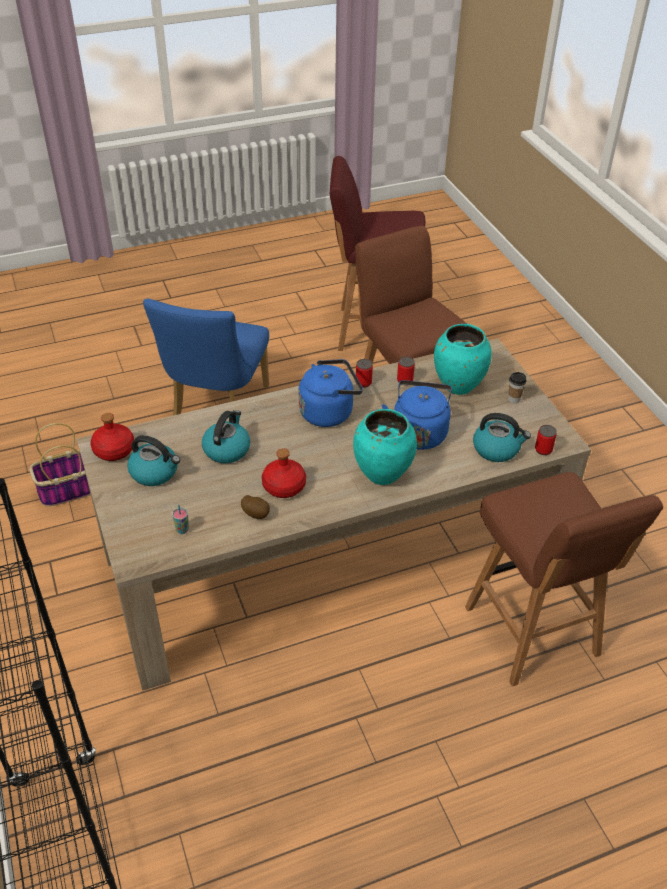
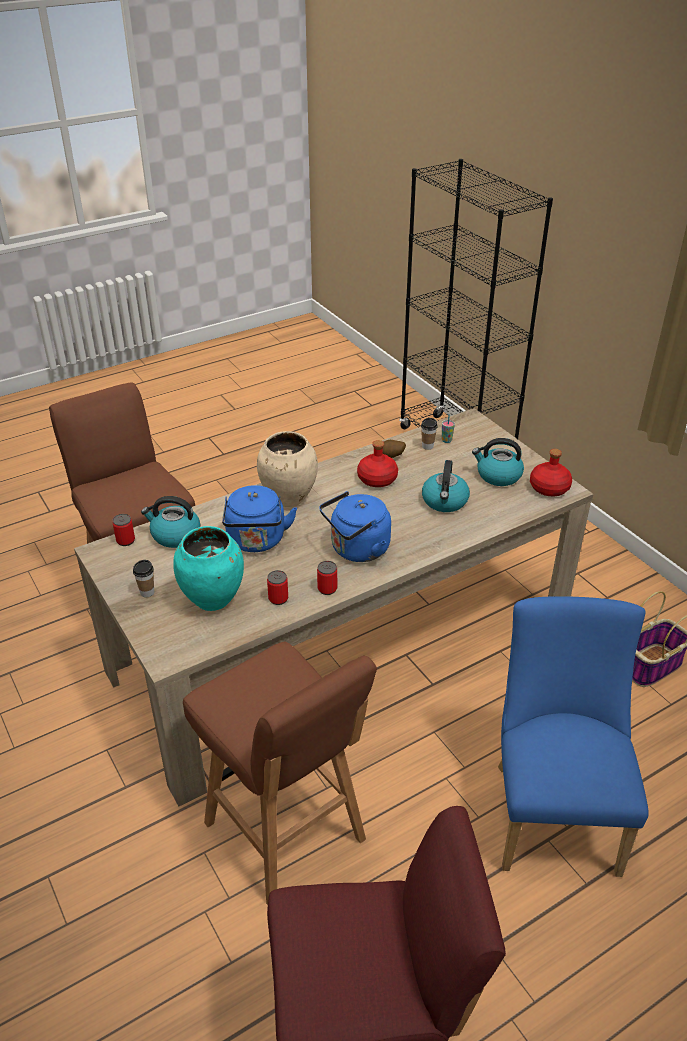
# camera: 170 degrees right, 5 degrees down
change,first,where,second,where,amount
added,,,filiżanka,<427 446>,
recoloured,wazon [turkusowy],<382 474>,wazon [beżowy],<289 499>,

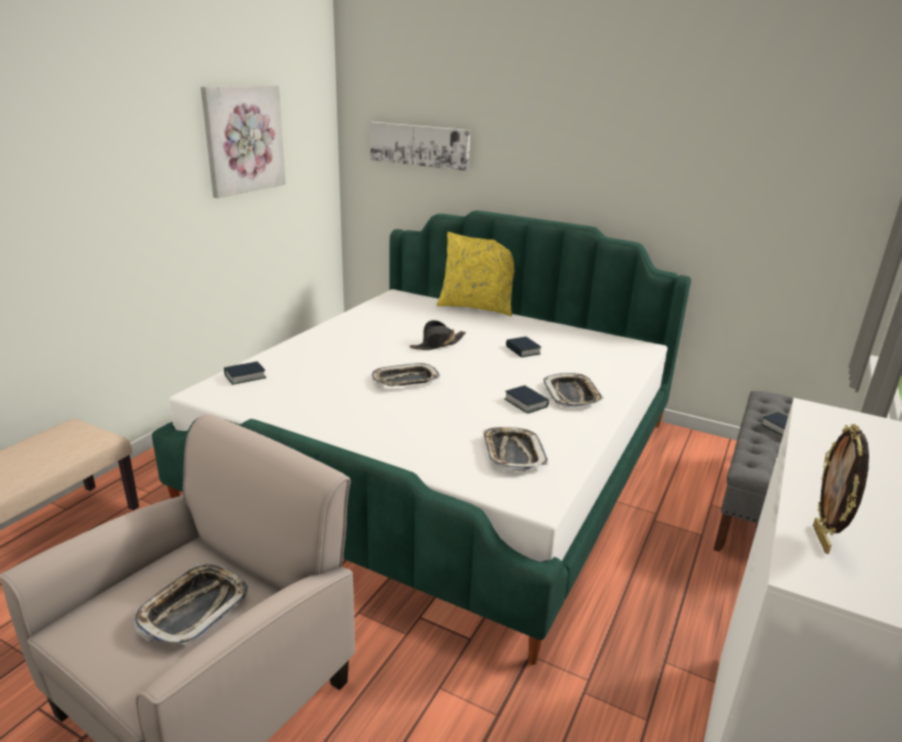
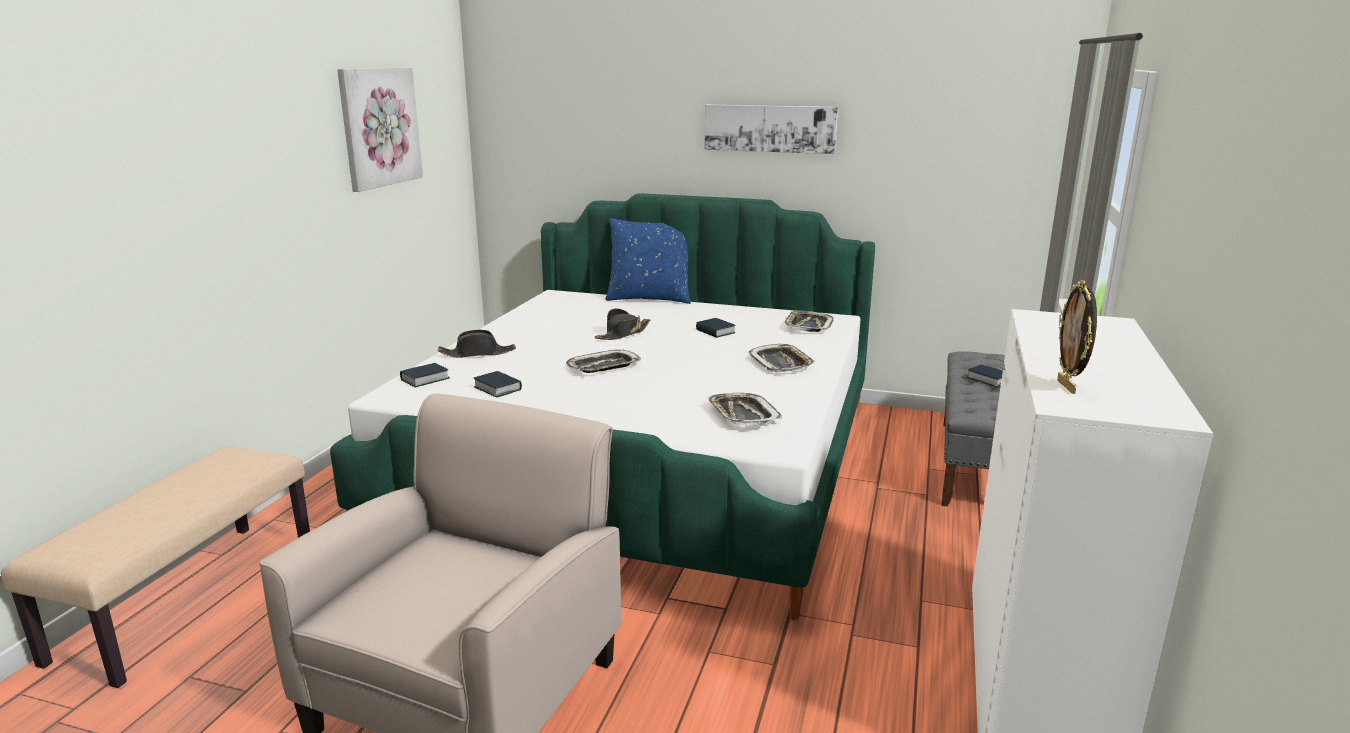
# camera: 10 degrees left, 5 degrees down
change,first,where,second,where,amount
added,,,kapelusz [czarny],<477 353>,
moved,taca,<193 609>,,<808 326>,
moved,obraz,<419 145>,,<770 128>,
moved,książka,<526 403>,,<497 388>,
recoloured,poduszka [żółty],<477 307>,poduszka [niebieski],<649 298>,

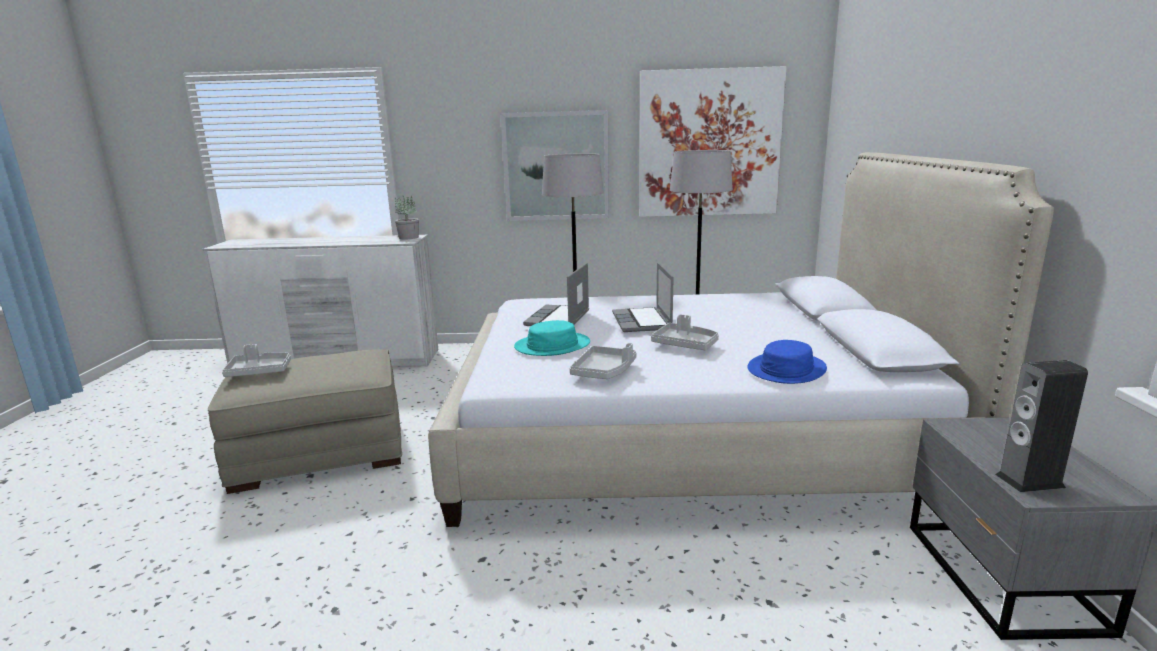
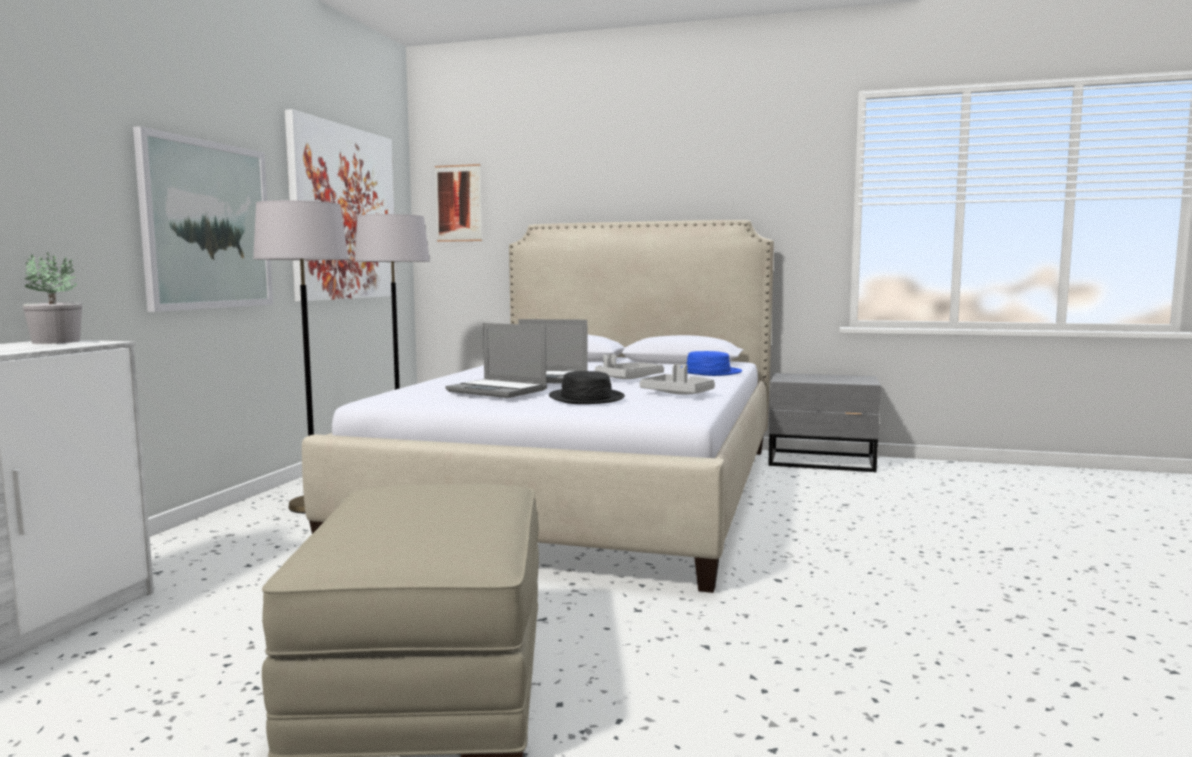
# camera: 75 degrees left, 10 degrees down
change,first,where,second,where,amount
removed,taca [szary],<259 372>,,,
removed,głośnik,<1029 481>,,,
added,,,obraz,<458 203>,
recoloured,kapelusz [turkusowy],<552 345>,kapelusz [czarny],<586 398>,

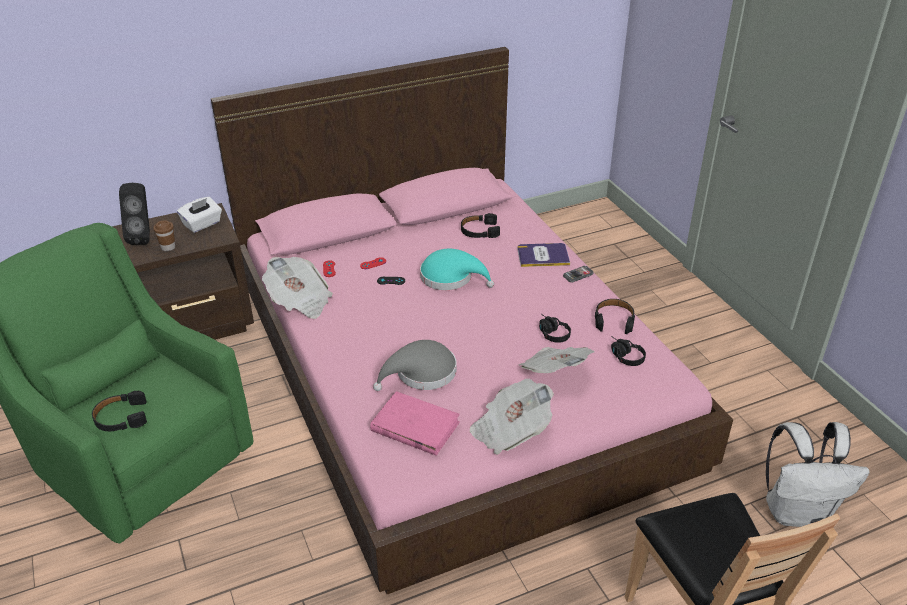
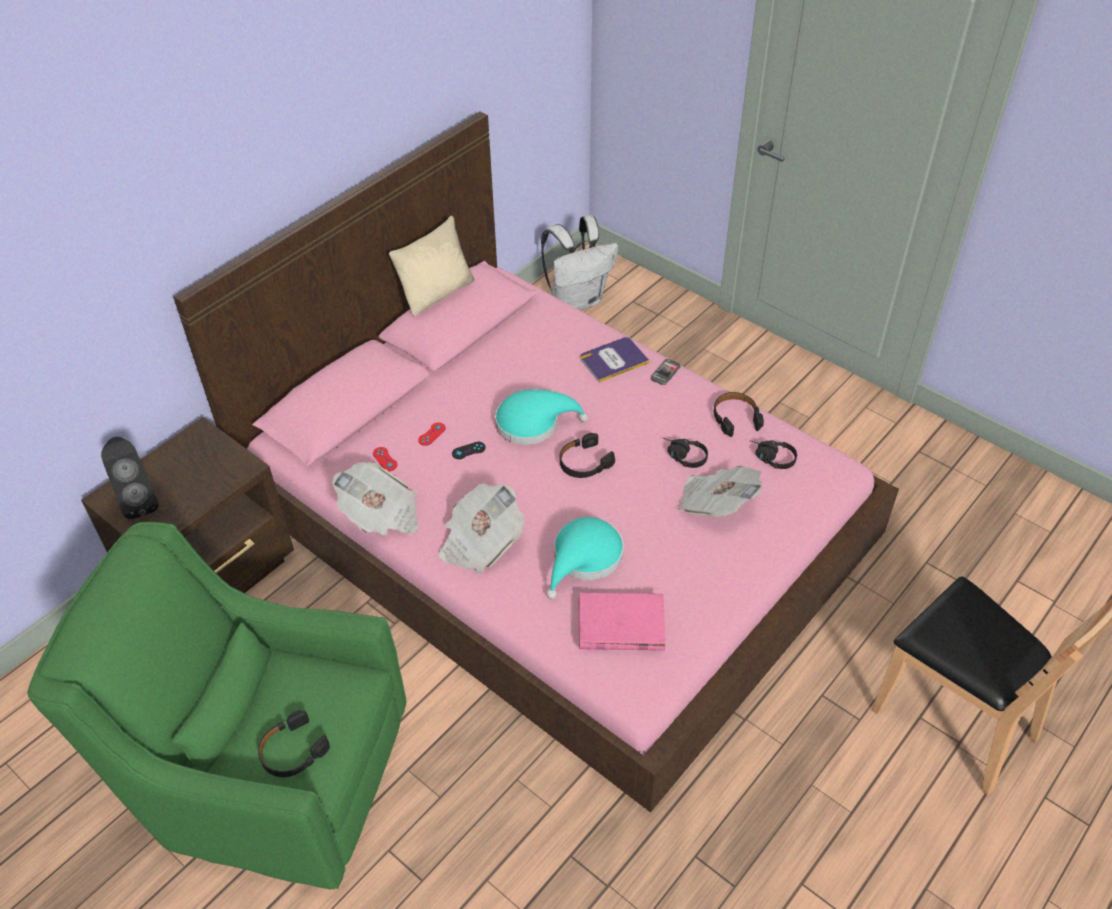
# camera: 25 degrees left, 10 degrees up
change,first,where,second,where,amount
removed,filiżanka [brązowy],<168 247>,,,
removed,pudełko chusteczek [biały],<202 224>,,,
added,,,poduszka [beżowy],<437 293>,
moved,słuchawki [czarny],<479 231>,,<584 462>,
moved,gazeta,<510 431>,,<480 543>,
moved,plecak [biały],<797 511>,,<577 300>,
recoloured,kapelusz [szary],<421 374>,kapelusz [turkusowy],<584 558>,

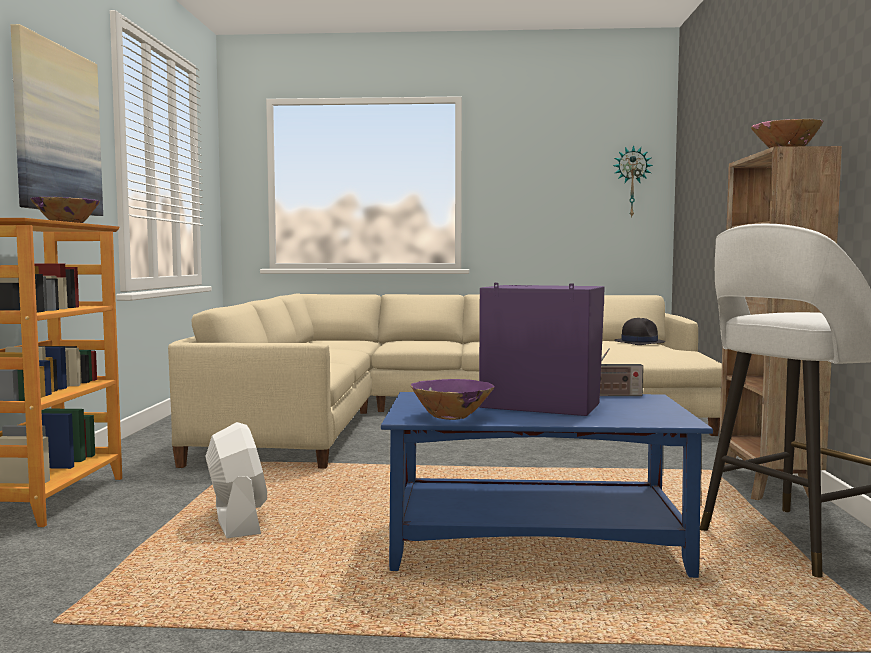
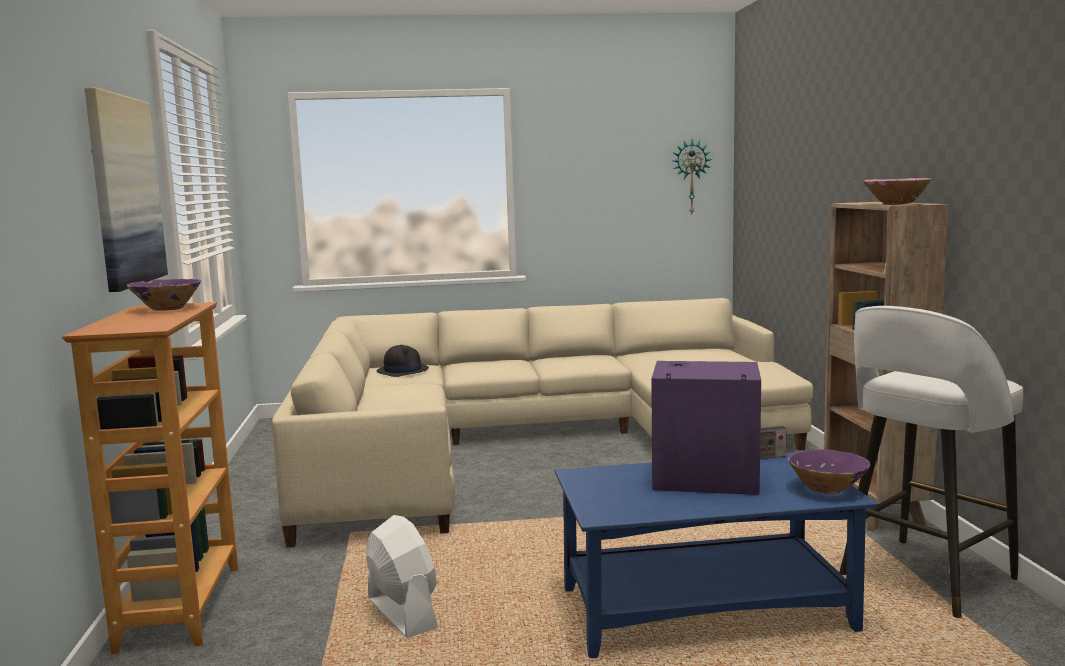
# camera: 10 degrees left, 5 degrees up
change,first,where,second,where,amount
moved,miska [fioletowy],<451 417>,,<827 489>,
moved,kapelusz [czarny],<639 342>,,<402 370>,

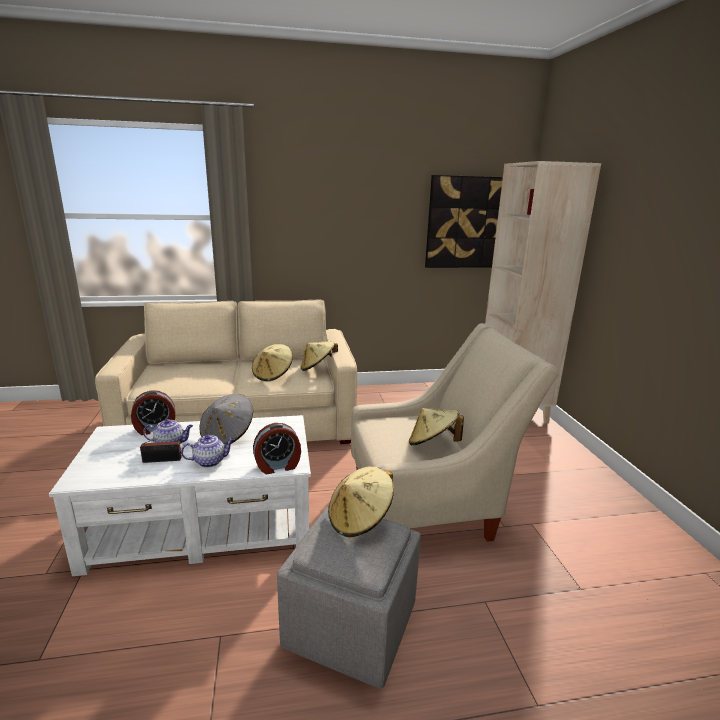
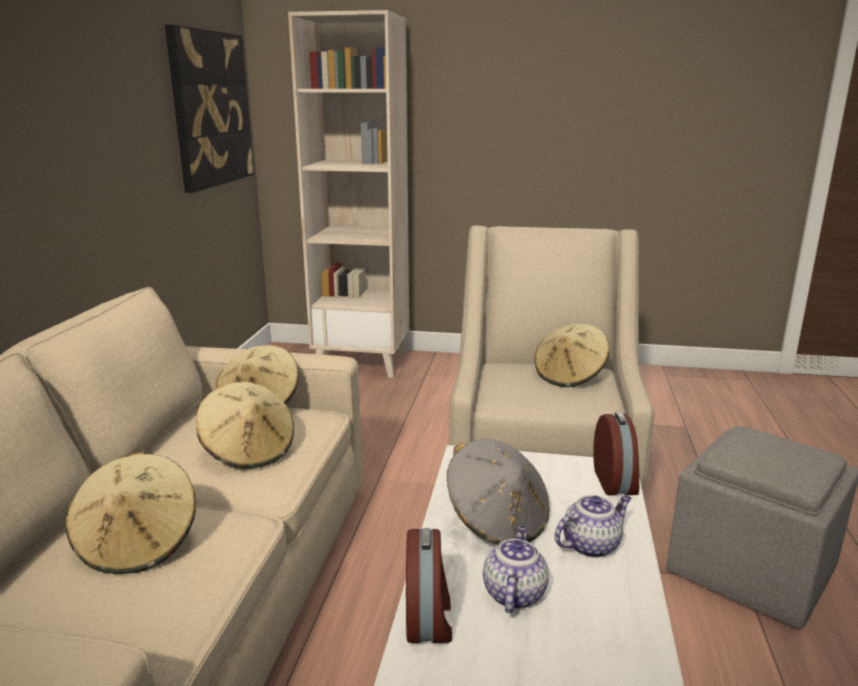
# camera: 70 degrees left, 0 degrees up
change,first,where,second,where,amount
removed,radio,<164 460>,,,
moved,kapelusz [beżowy],<360 519>,,<138 543>,
turned,imbryk,<210 461>,,<591 545>,60 degrees clockwise

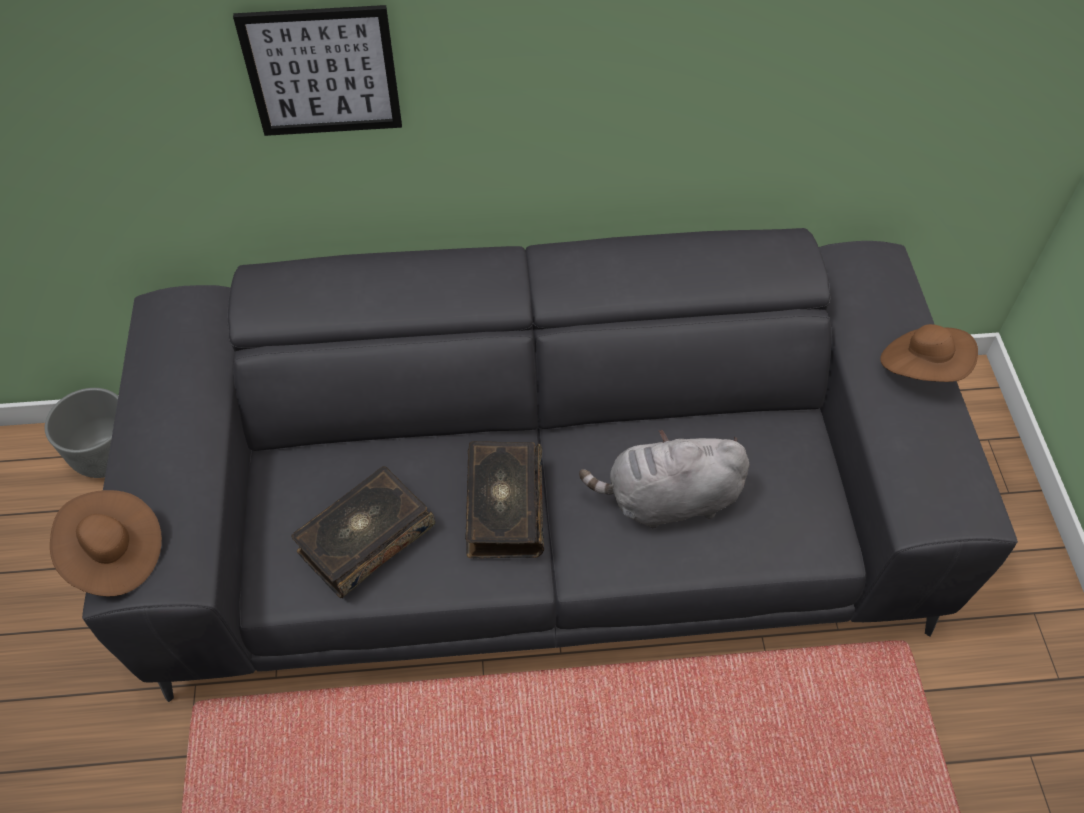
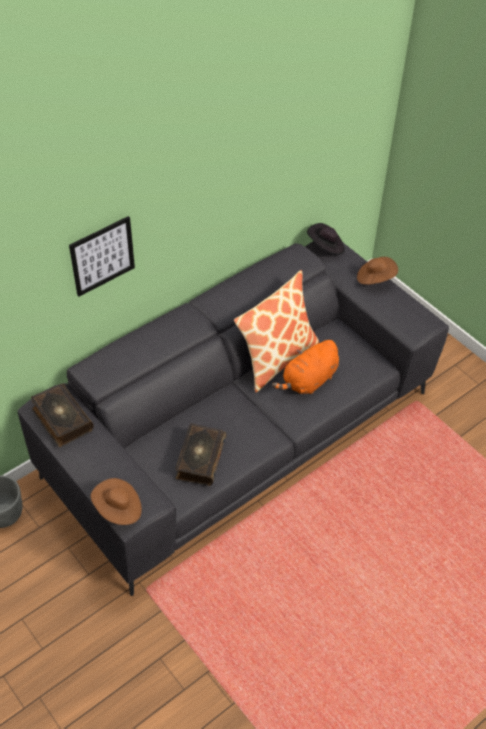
# camera: 35 degrees left, 5 degrees down
change,first,where,second,where,amount
added,,,poduszka,<276 358>,
added,,,kapelusz [czarny],<326 247>,
moved,książka,<503 507>,,<61 420>,
recoloured,pluszak [szary],<667 500>,pluszak [pomarańczowy],<308 381>,

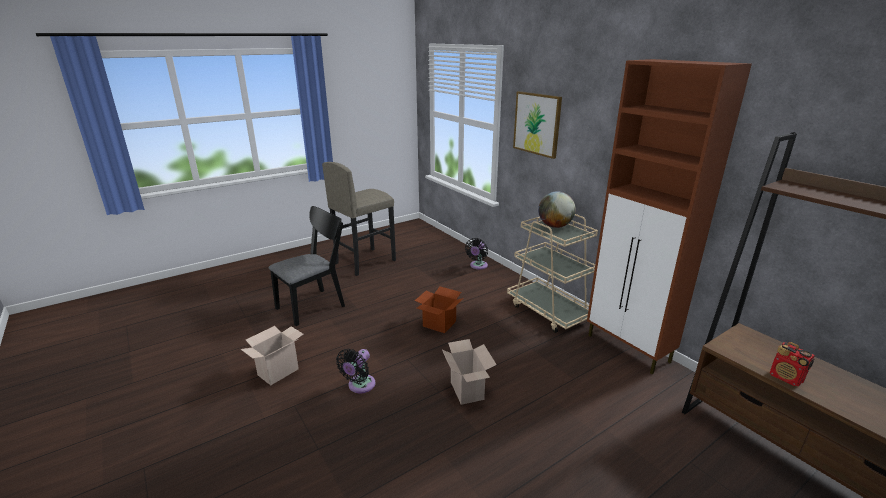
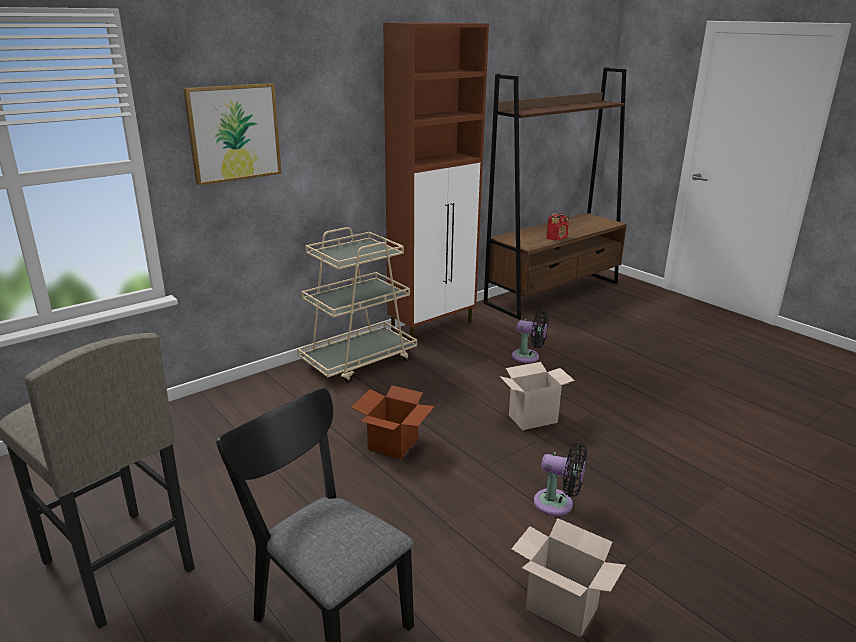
# camera: 95 degrees left, 0 degrees up
change,first,where,second,where,amount
removed,globus,<555 226>,,,
moved,wentylator [czarny],<478 266>,,<528 357>,

